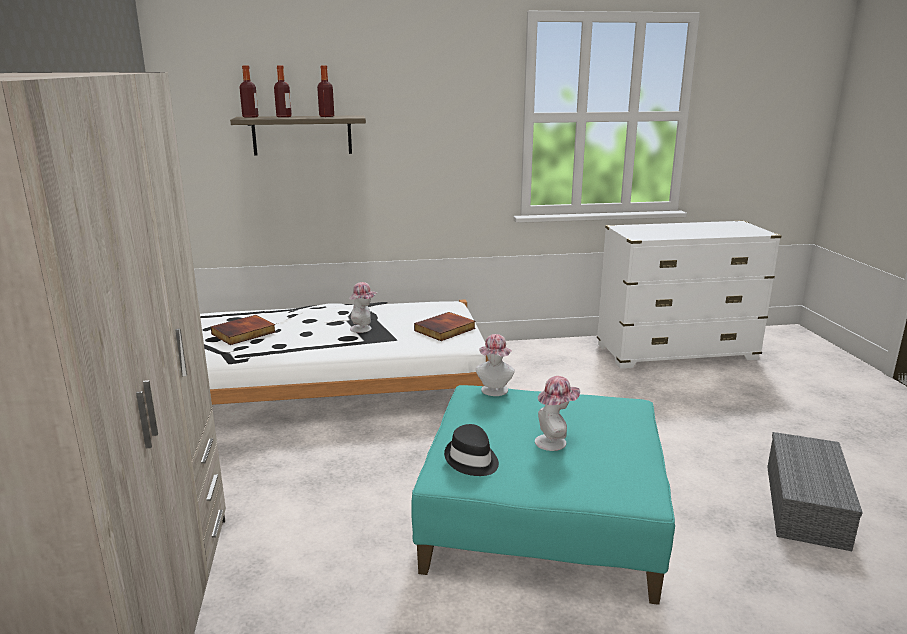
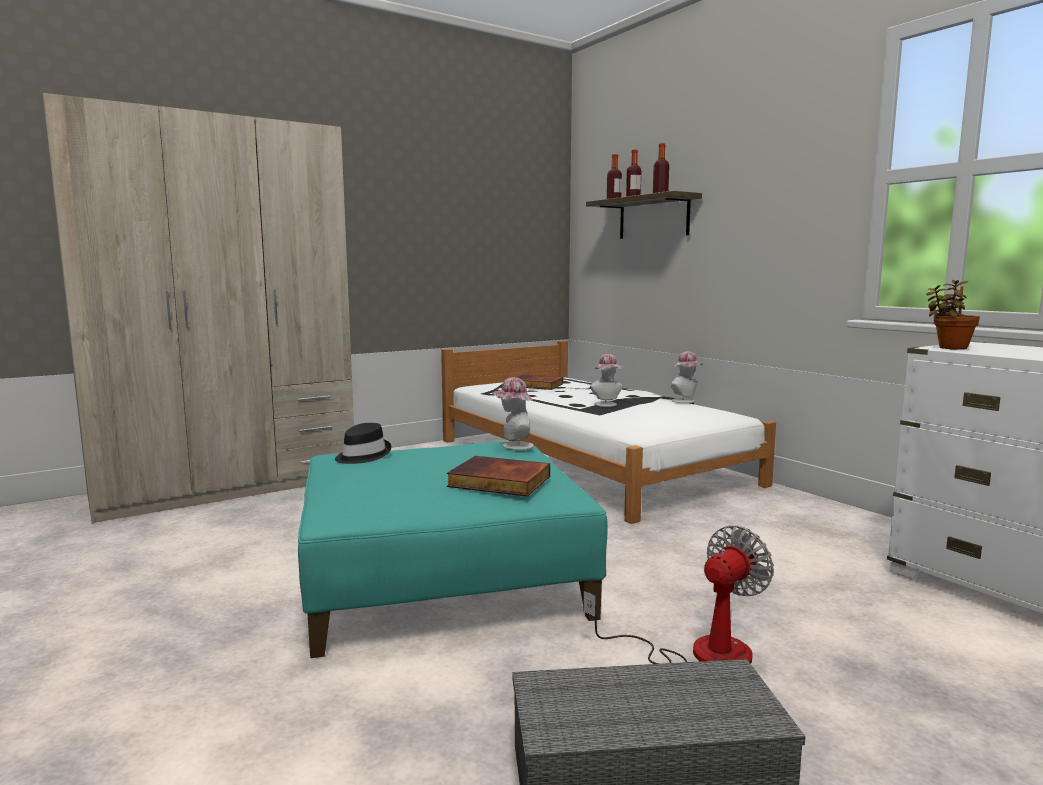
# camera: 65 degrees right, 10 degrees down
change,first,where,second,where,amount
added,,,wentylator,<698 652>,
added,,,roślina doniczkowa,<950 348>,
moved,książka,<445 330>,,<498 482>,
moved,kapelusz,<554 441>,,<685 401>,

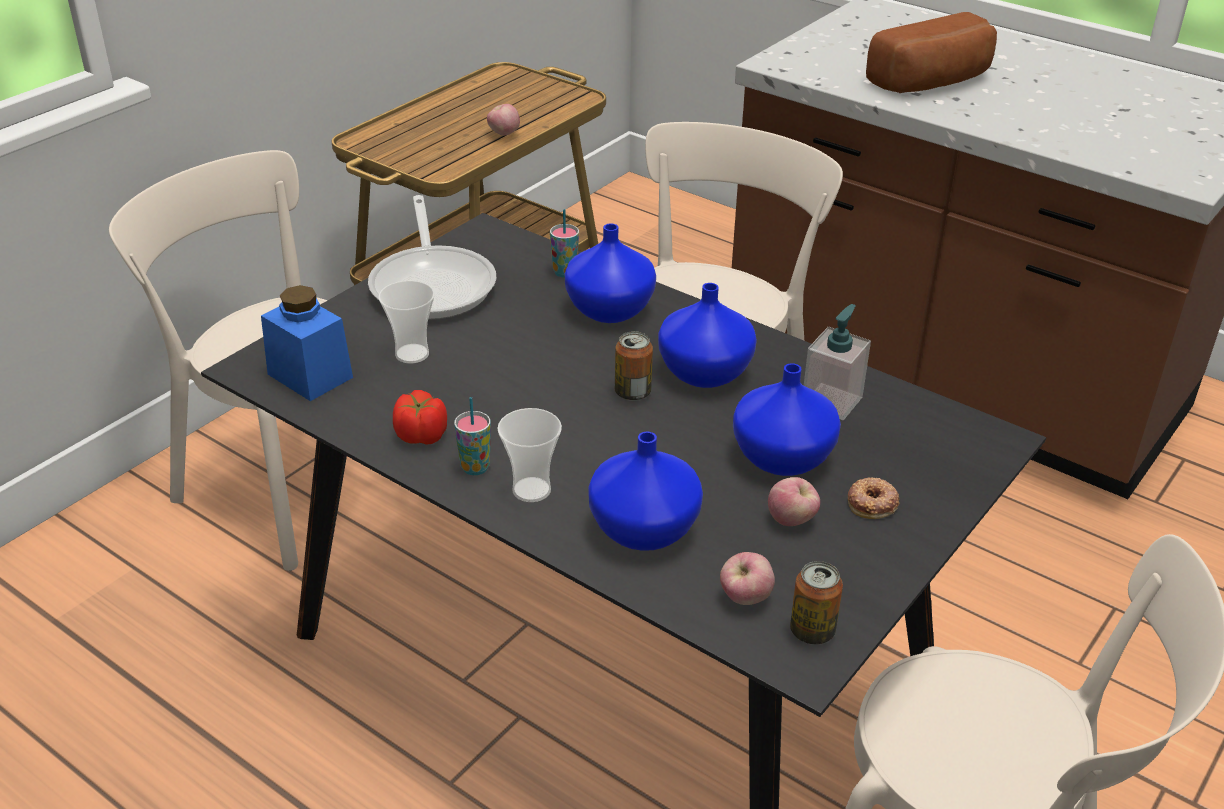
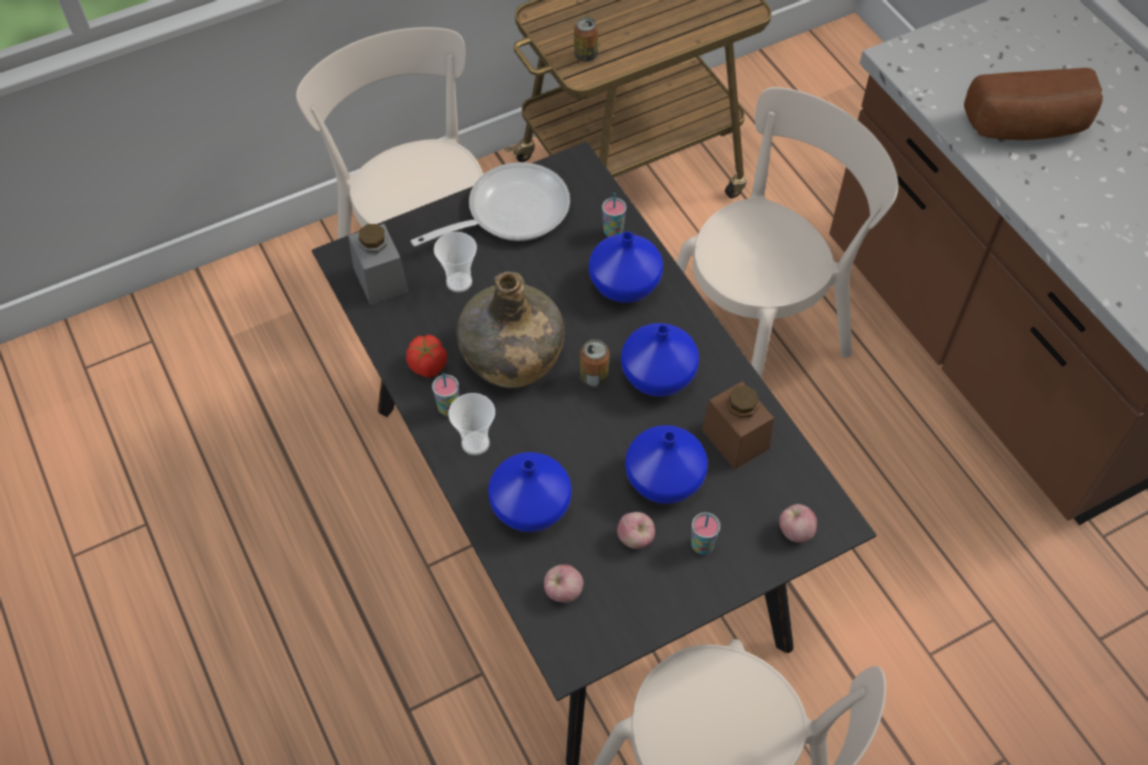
# camera: 25 degrees right, 20 degrees up
change,first,where,second,where,amount
added,,,butelka [zielony],<511 356>,
moved,jabłko,<503 134>,,<795 532>,
moved,puszka,<812 631>,,<585 55>,
replaced,dozownik mydła,<832 401>,słoik [brązowy],<735 439>,
replaced,donut,<872 503>,filiżanka,<702 546>,
recoloured,słoik [niebieski],<310 376>,słoik [szary],<380 279>,
turned,patelnia,<433 284>,,<509 212>,135 degrees counterclockwise

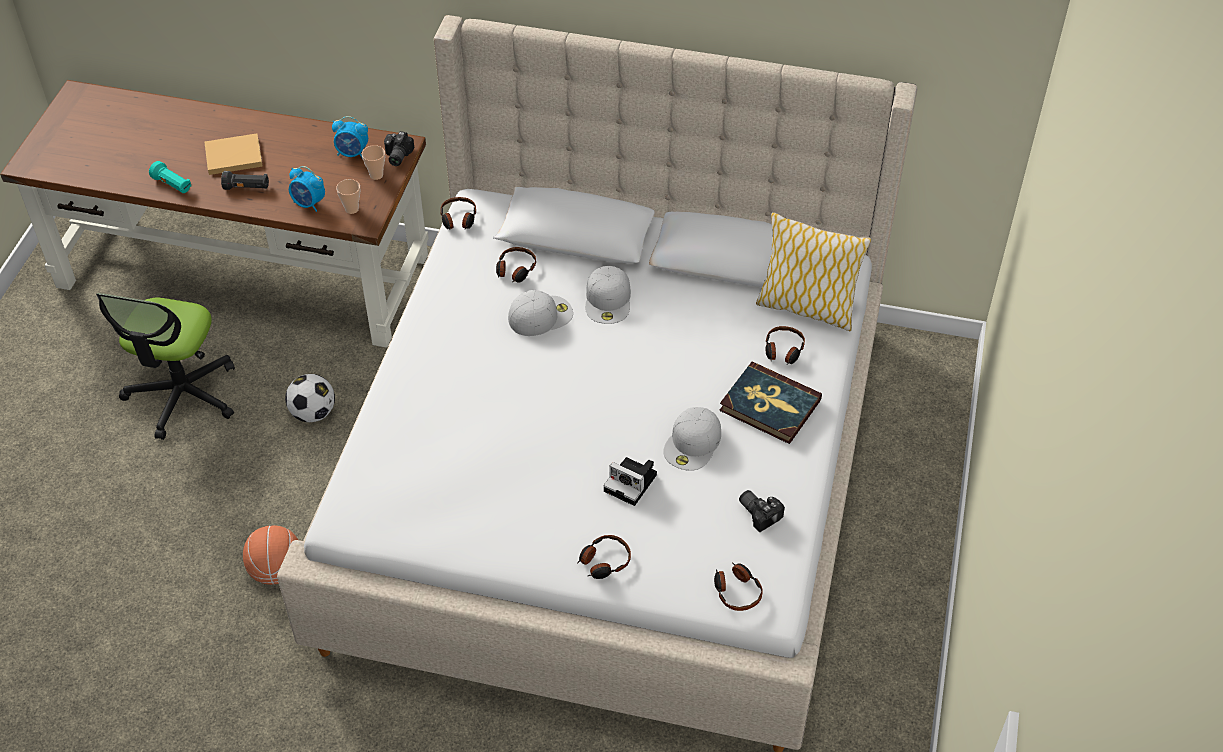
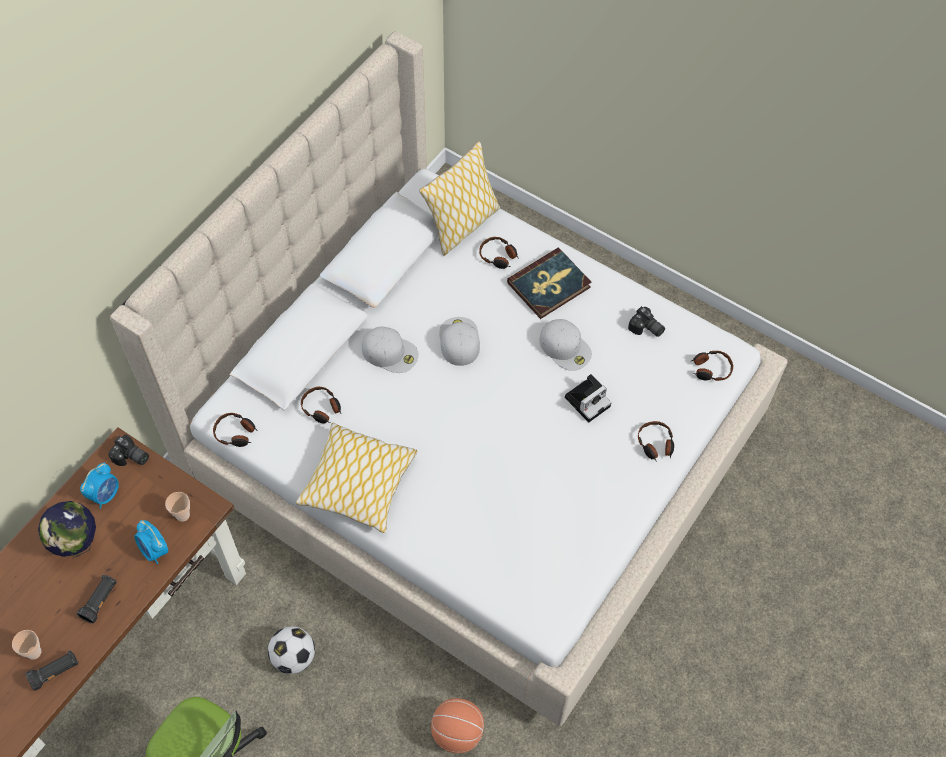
# camera: 70 degrees left, 10 degrees up
change,first,where,second,where,amount
removed,książka [beżowy],<232 156>,,,
added,,,globus,<78 545>,
added,,,poduszka,<358 483>,
moved,filiżanka,<376 175>,,<34 652>,
moved,czapka z daszkiem [biały],<540 315>,,<458 340>,
recoloured,latarka [turkusowy],<172 185>,latarka [czarny],<55 672>,
turned,budzik,<309 204>,,<155 550>,90 degrees clockwise
turned,aparat fotograficzny,<760 512>,,<646 329>,120 degrees counterclockwise

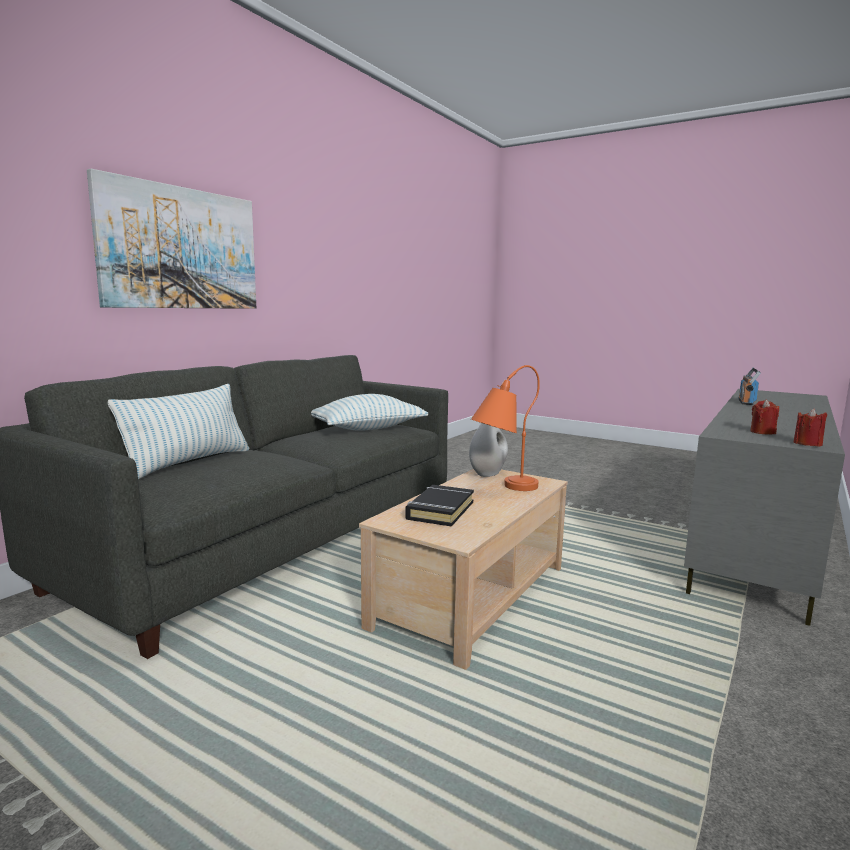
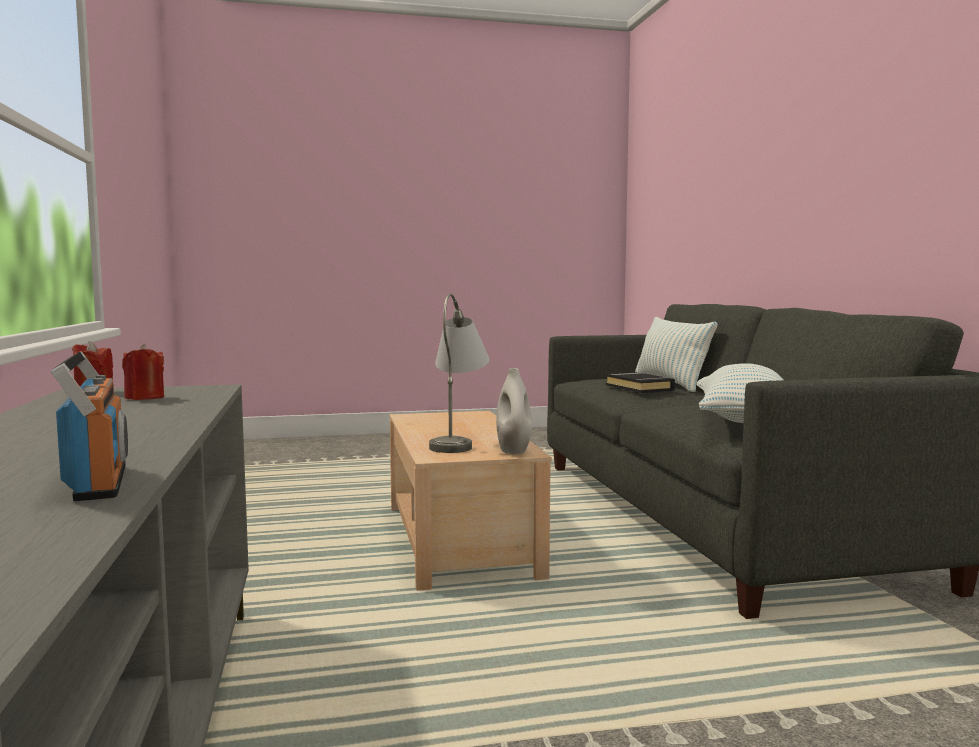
# camera: 135 degrees right, 5 degrees down
change,first,where,second,where,amount
removed,obraz,<181 248>,,,
moved,książka [czarny],<440 510>,,<639 388>,
recoloured,lampa stołowa [pomarańczowy],<502 489>,lampa stołowa [szary],<458 442>,

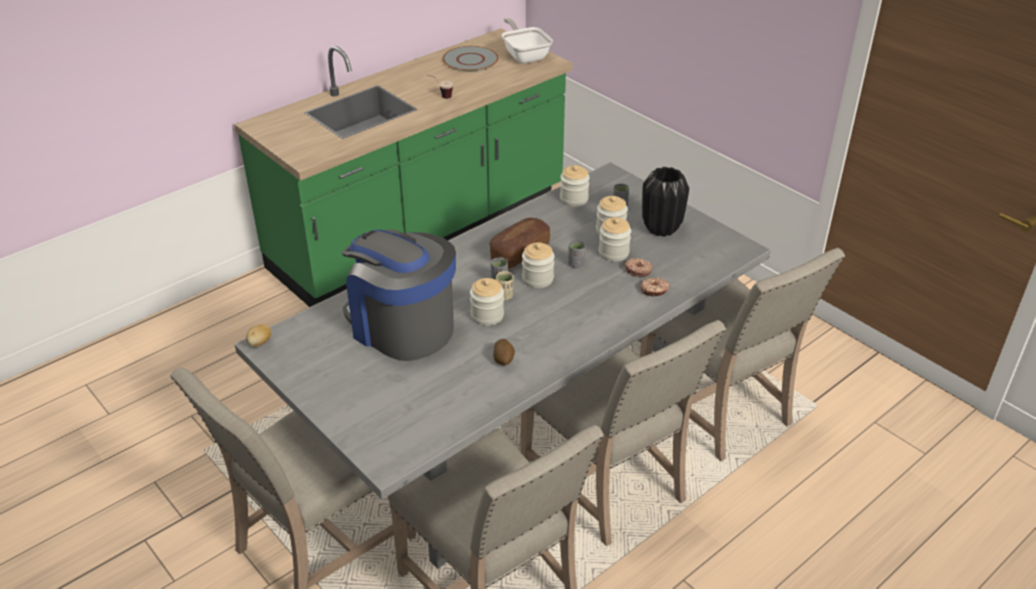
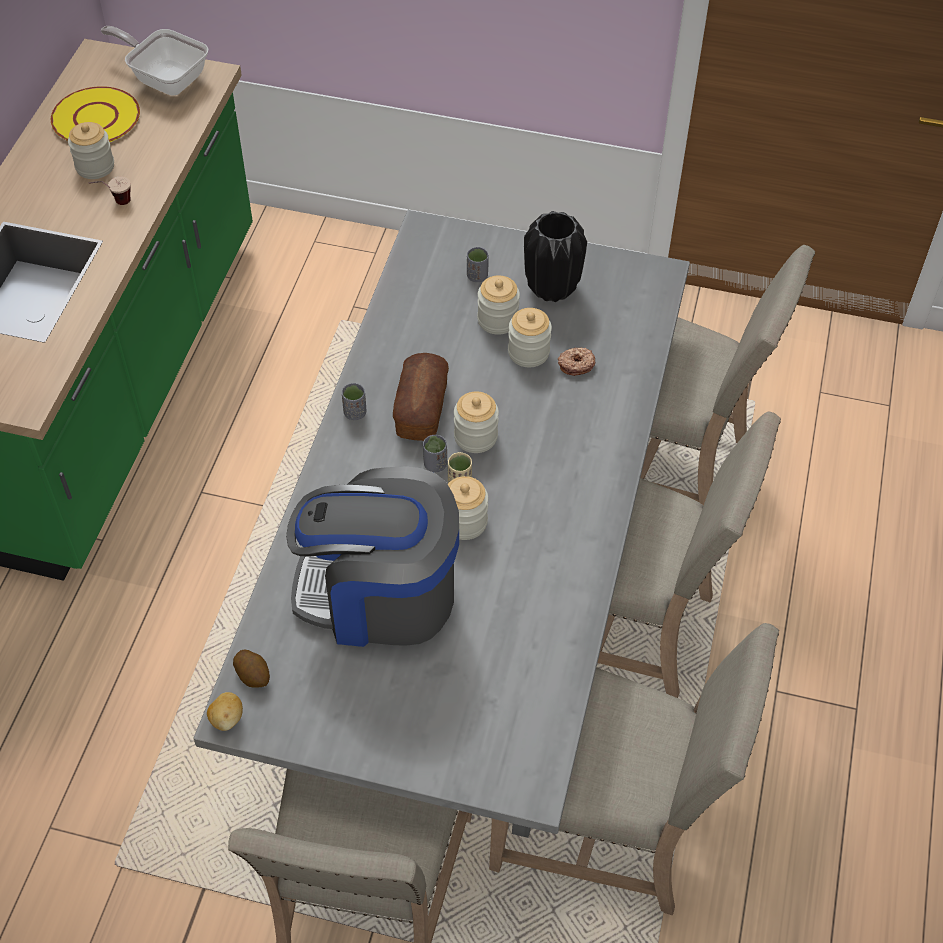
# camera: 35 degrees left, 15 degrees up
change,first,where,second,where,amount
removed,donut,<654 290>,,,
moved,ziemniak,<504 359>,,<253 675>,
moved,słoik,<574 199>,,<95 166>,
moved,filiżanka [szary],<576 264>,,<355 413>,
recoloured,talerz [szary],<470 60>,talerz [żółty],<95 118>,

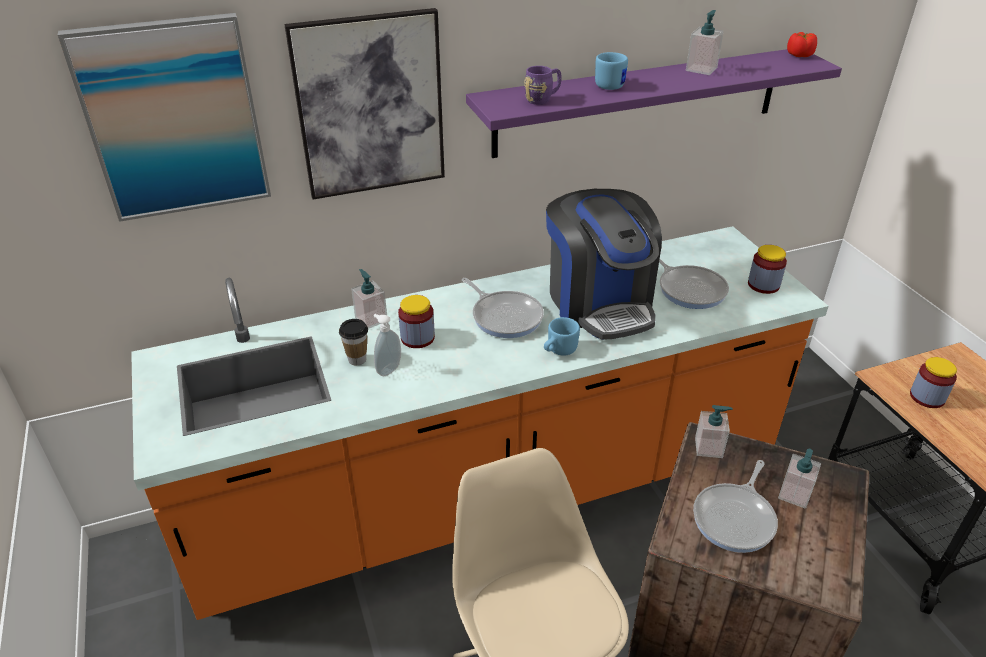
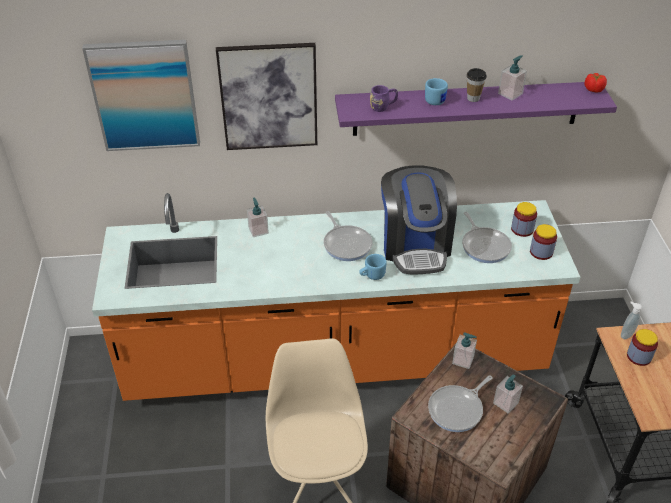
# camera: 15 degrees right, 5 degrees up
change,first,where,second,where,amount
moved,filiżanka,<357 359>,,<473 98>,
moved,dozownik mydła,<387 369>,,<626 334>,
moved,słoik,<417 338>,,<522 229>,

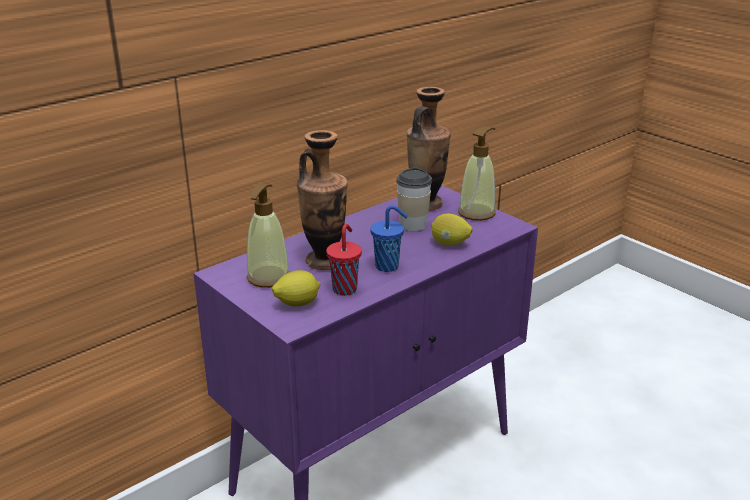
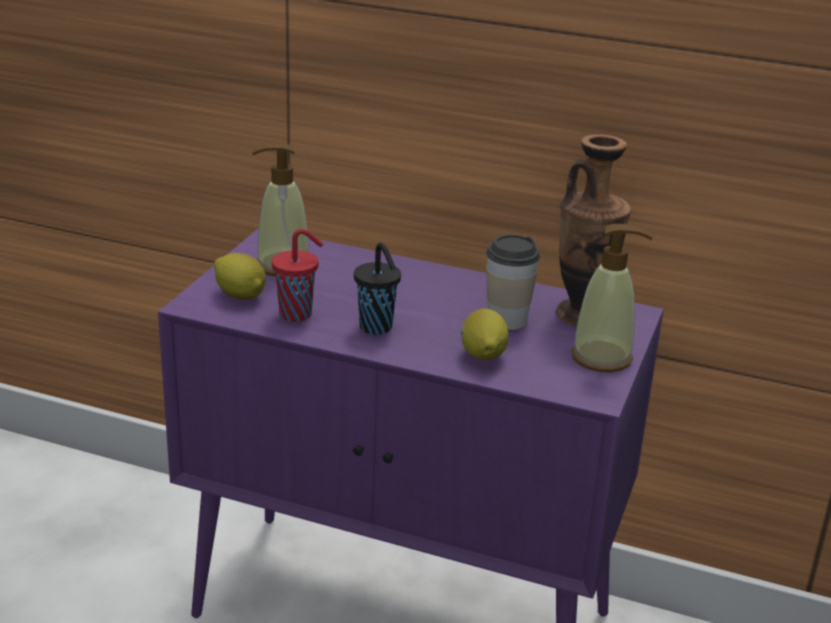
# camera: 60 degrees right, 0 degrees up
change,first,where,second,where,amount
removed,wazon,<324 261>,,,
recoloured,filiżanka [niebieski],<388 266>,filiżanka [czarny],<377 328>,

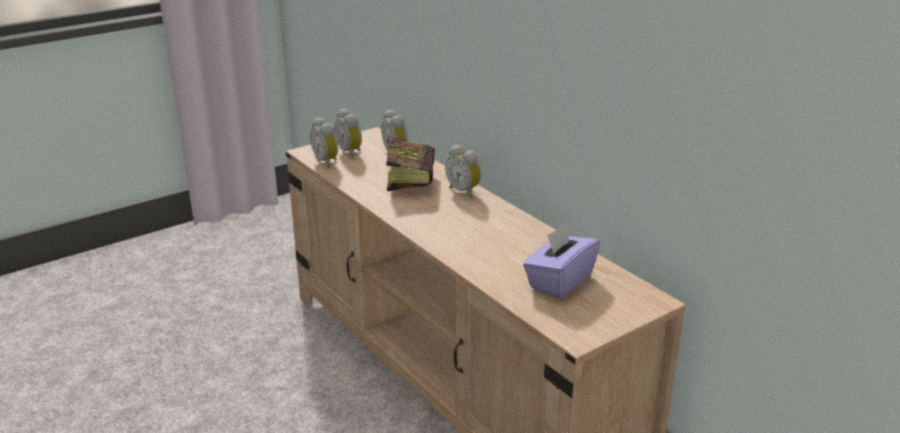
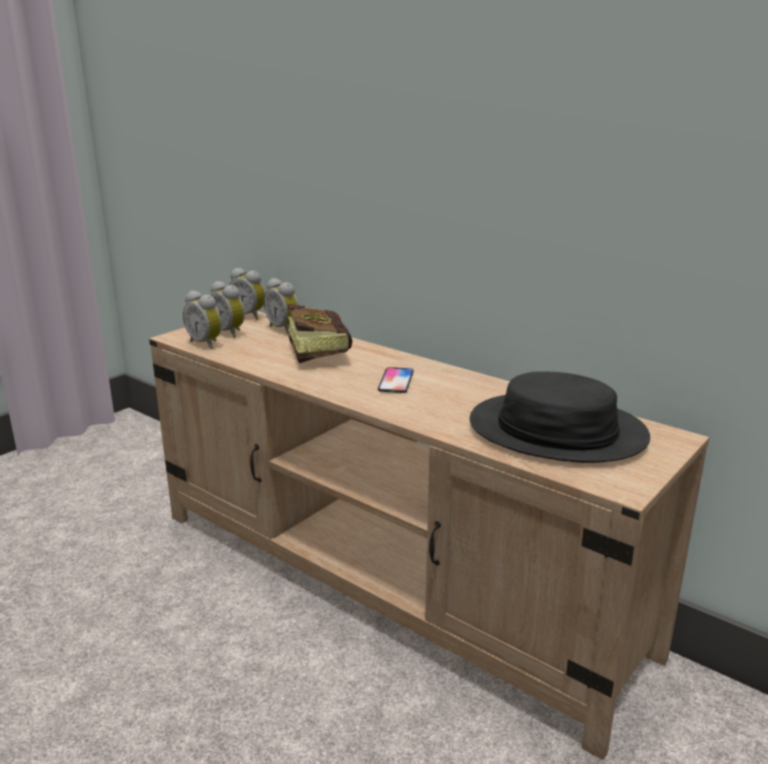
# camera: 15 degrees left, 5 degrees down
change,first,where,second,where,amount
added,,,telefon,<396 381>,
moved,budzik,<464 191>,,<250 316>,
replaced,pudełko chusteczek [fioletowy],<559 281>,kapelusz [czarny],<556 431>,

